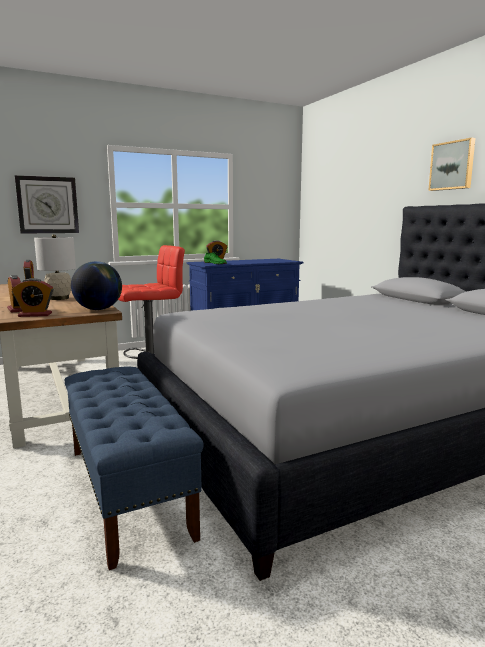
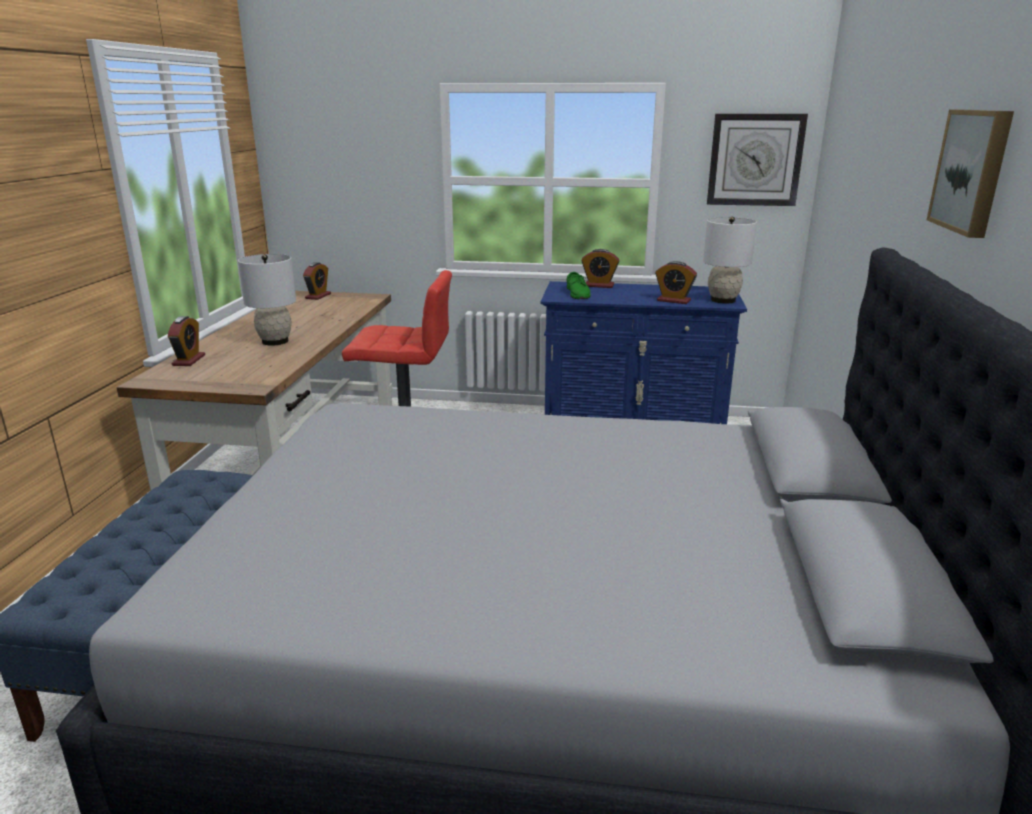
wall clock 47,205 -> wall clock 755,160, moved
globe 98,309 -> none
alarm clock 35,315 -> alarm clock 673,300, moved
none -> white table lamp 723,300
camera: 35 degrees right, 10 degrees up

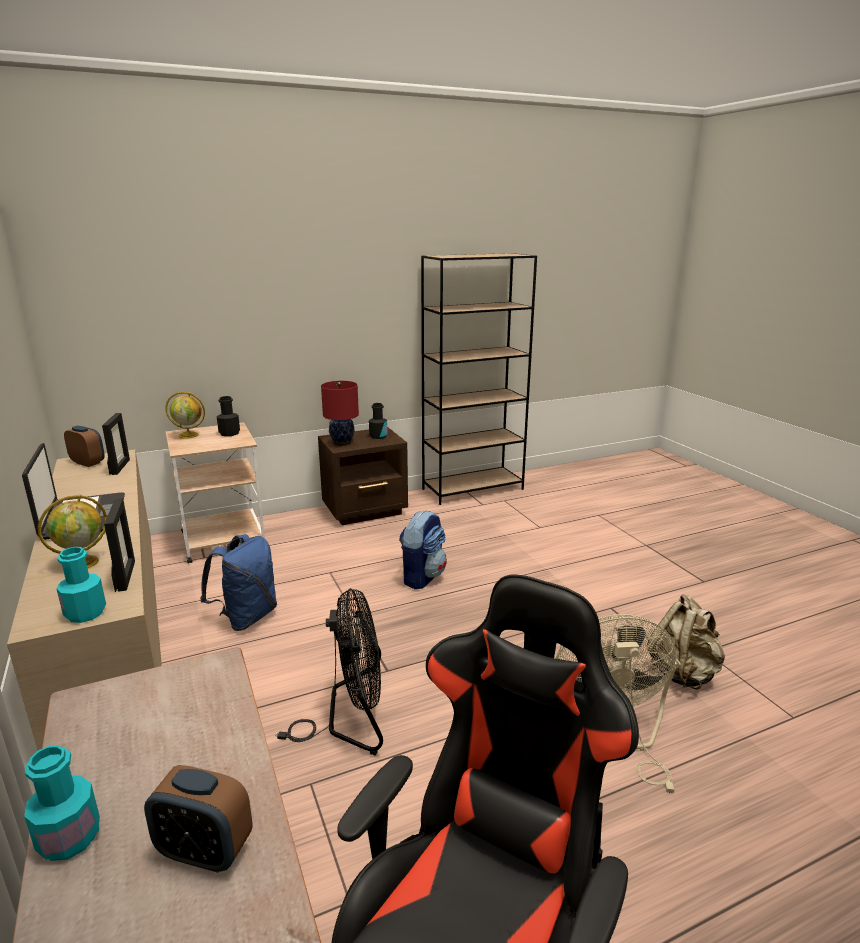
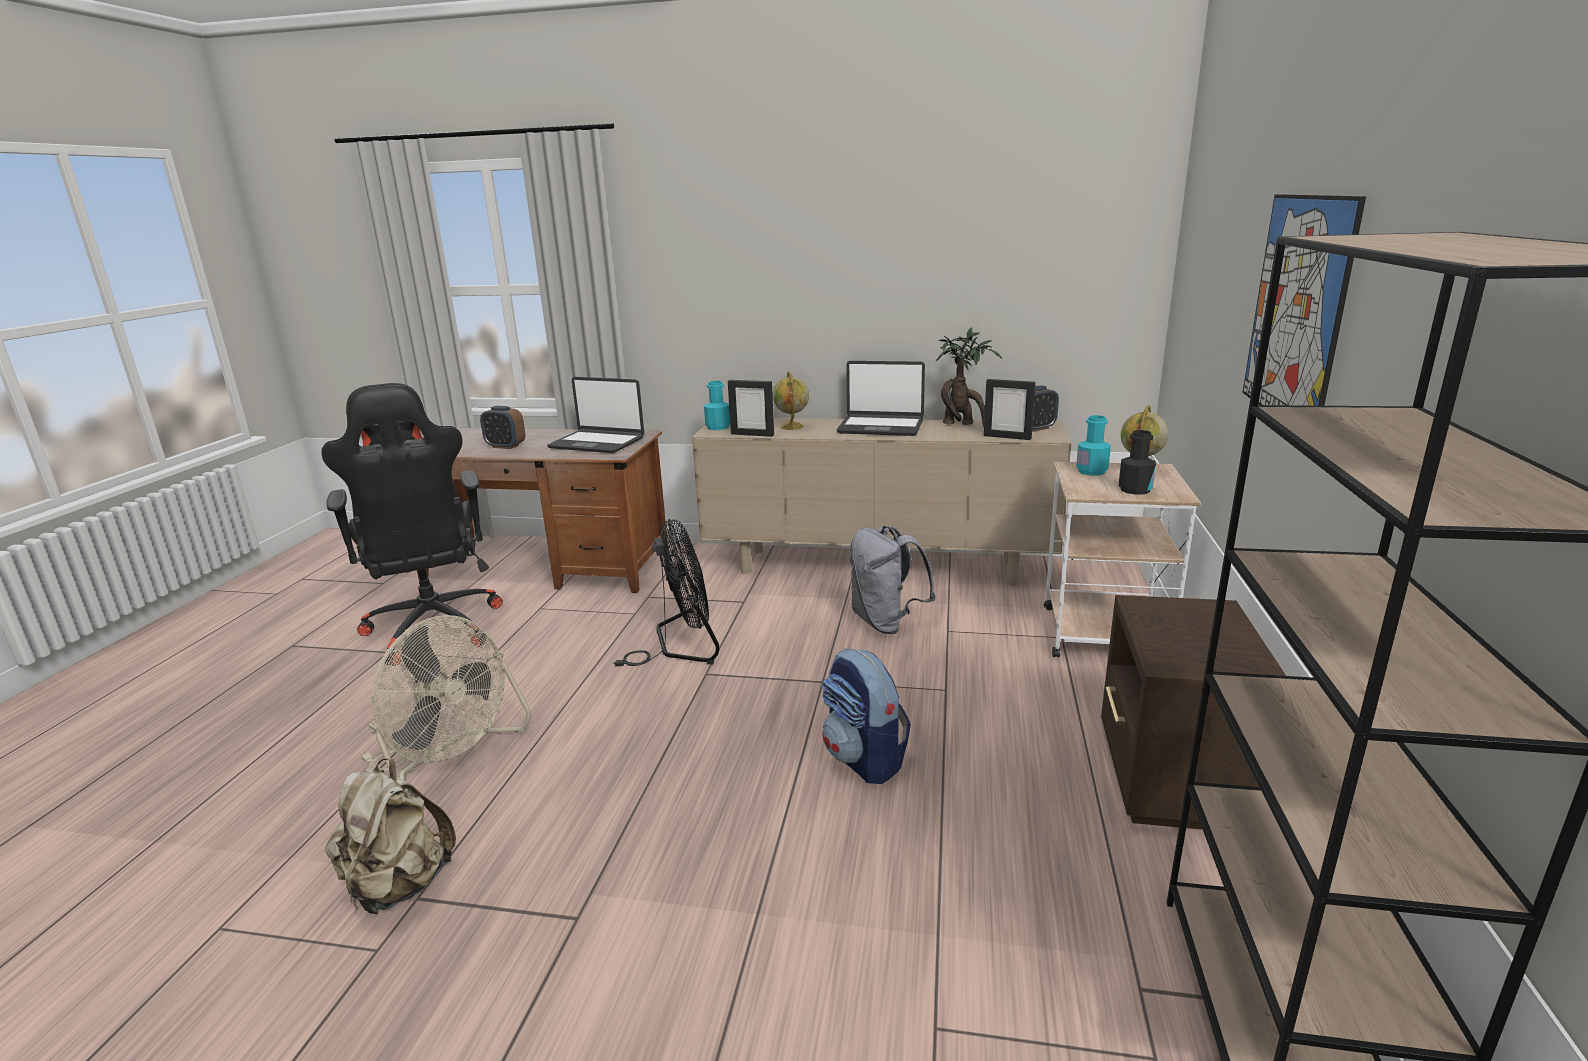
red table lamp 342,443 -> none
black bottle 378,436 -> none
blue backpack 246,617 -> grey backpack 886,623
black fan 349,713 -> black fan 678,642, 135 degrees counterclockwise
turquoise bottle 69,838 -> turquoise bottle 1091,471, moved
alarm clock 205,851 -> alarm clock 505,446, 120 degrees counterclockwise
none -> picture 1296,310
none -> potted plant 962,424
none -> laptop 597,443
camera: 125 degrees right, 0 degrees up

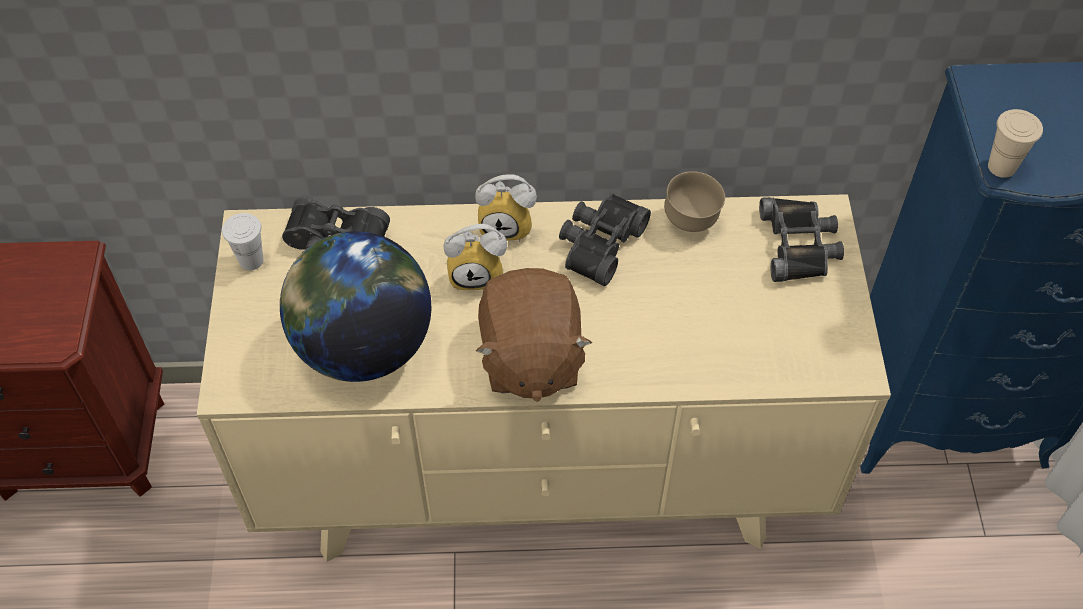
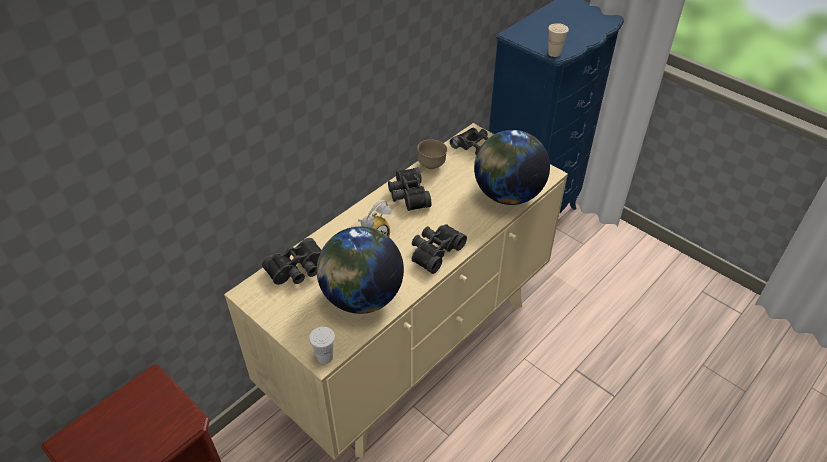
alarm clock 507,225 -> none
white cup 251,260 -> white cup 325,357, moved
brown plush toy 530,358 -> black binoculars 434,251
none -> globe 507,195
camera: 45 degrees left, 10 degrees down

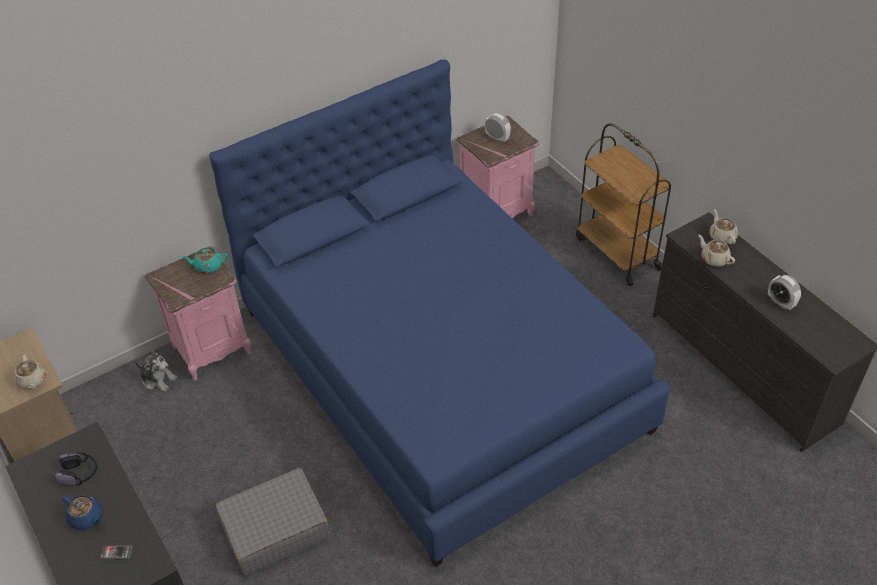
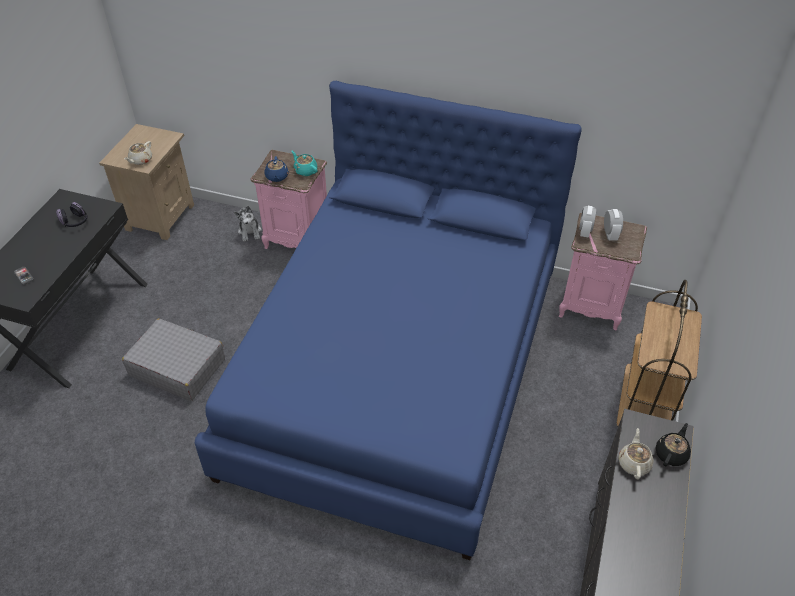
beige teapot 722,236 -> black teapot 671,454
alarm clock 780,302 -> alarm clock 584,231, moved
blue teapot 86,518 -> blue teapot 277,177, moved
camera: 50 degrees right, 0 degrees up

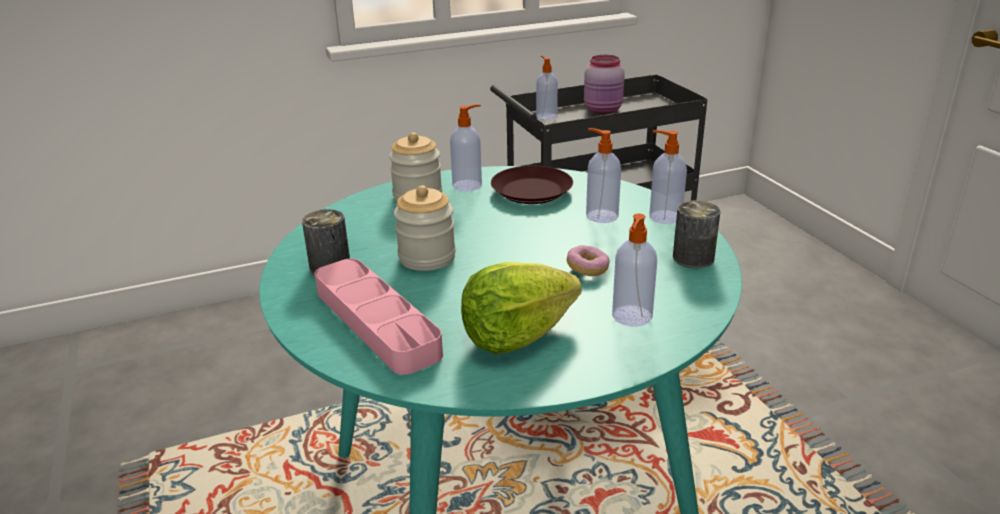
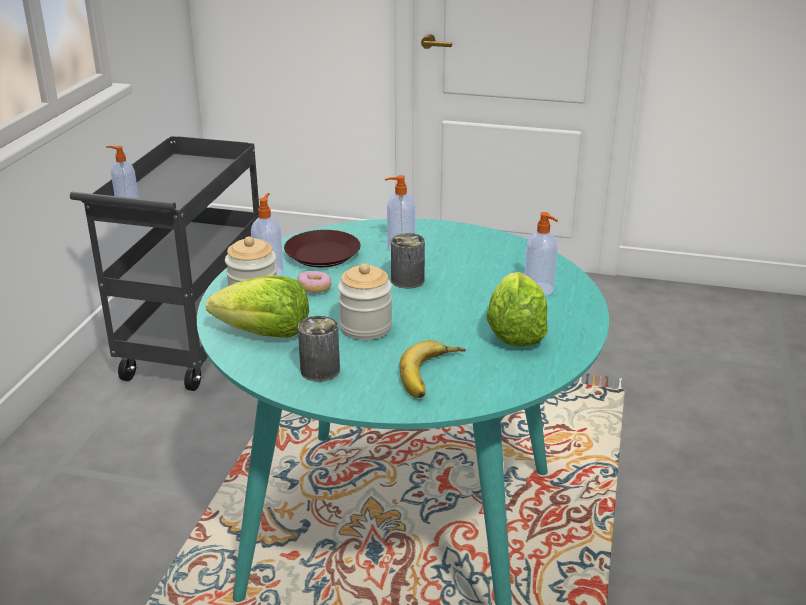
pink jar 604,110 -> none
soap dispenser 664,217 -> none
can 693,258 -> can 407,280, moved
donut 587,269 -> donut 314,288, moved
pink tray 376,322 -> banana 433,376
none -> lettuce 264,333
camera: 55 degrees left, 0 degrees up

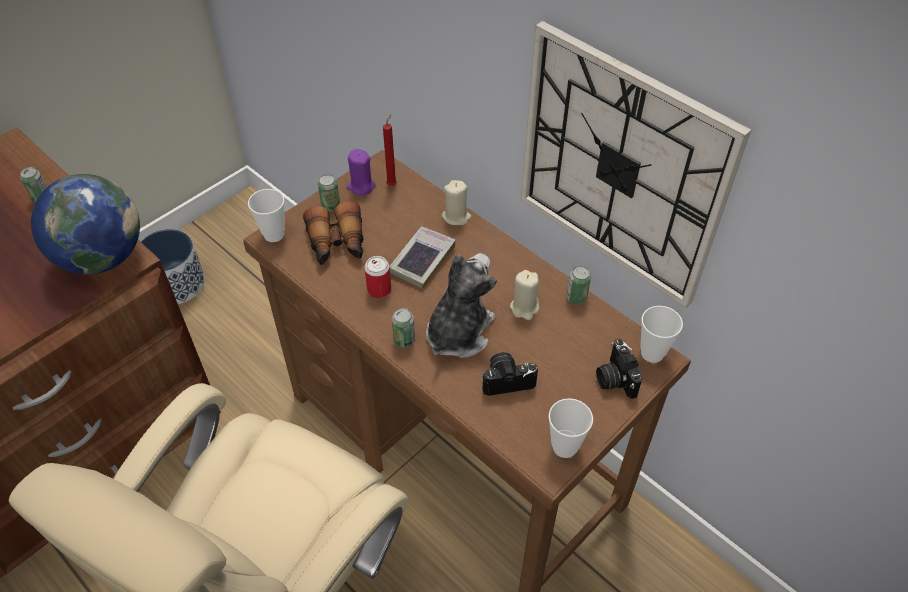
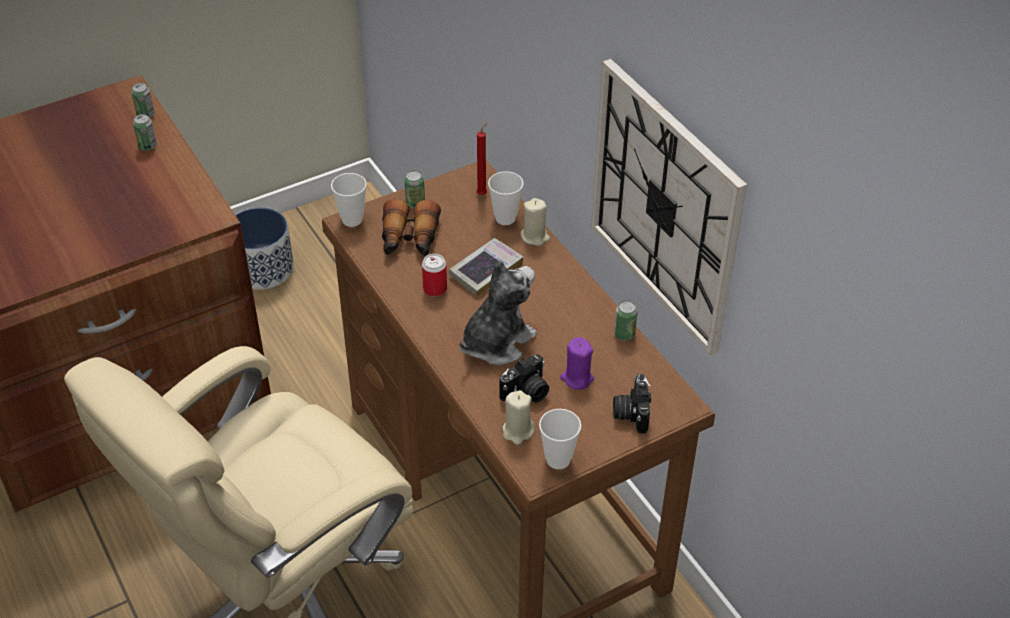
purple candle 361,186 -> purple candle 577,378, moved
globe 102,257 -> none
beige candle 524,308 -> beige candle 518,431, moved
cup 652,353 -> cup 505,218, moved
can 404,340 -> can 146,115, moved
photo camera 507,380 -> photo camera 526,392, 135 degrees clockwise
camera: 15 degrees right, 5 degrees down

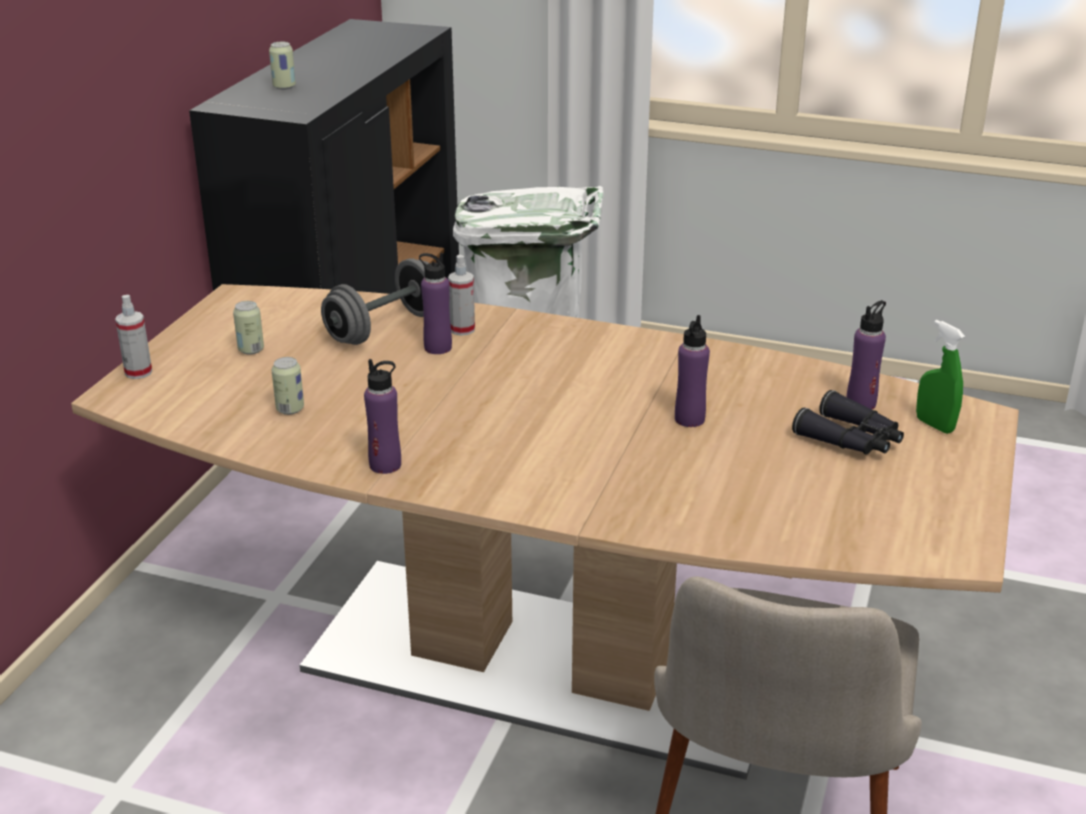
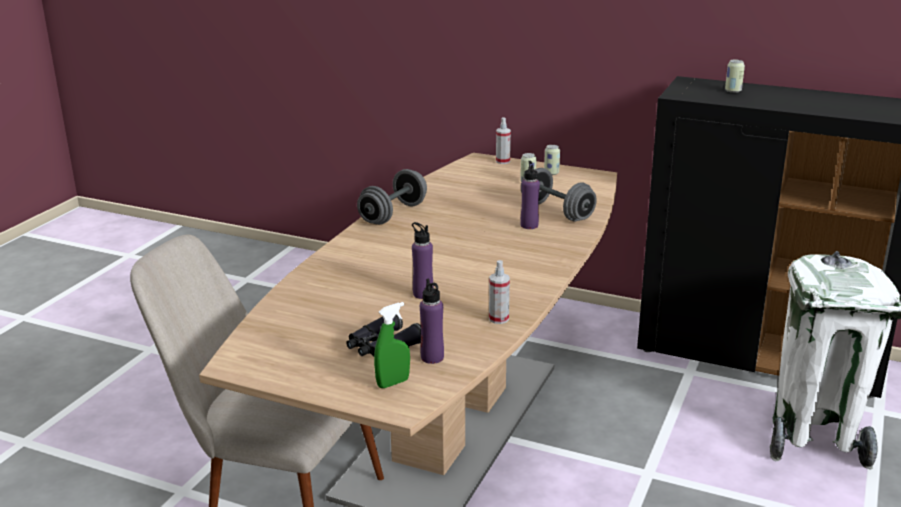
spray bottle 462,329 -> spray bottle 498,319, moved
can 290,409 -> can 551,173, moved
purple bottle 385,465 -> grey dumbbell 393,214
camera: 95 degrees right, 5 degrees down

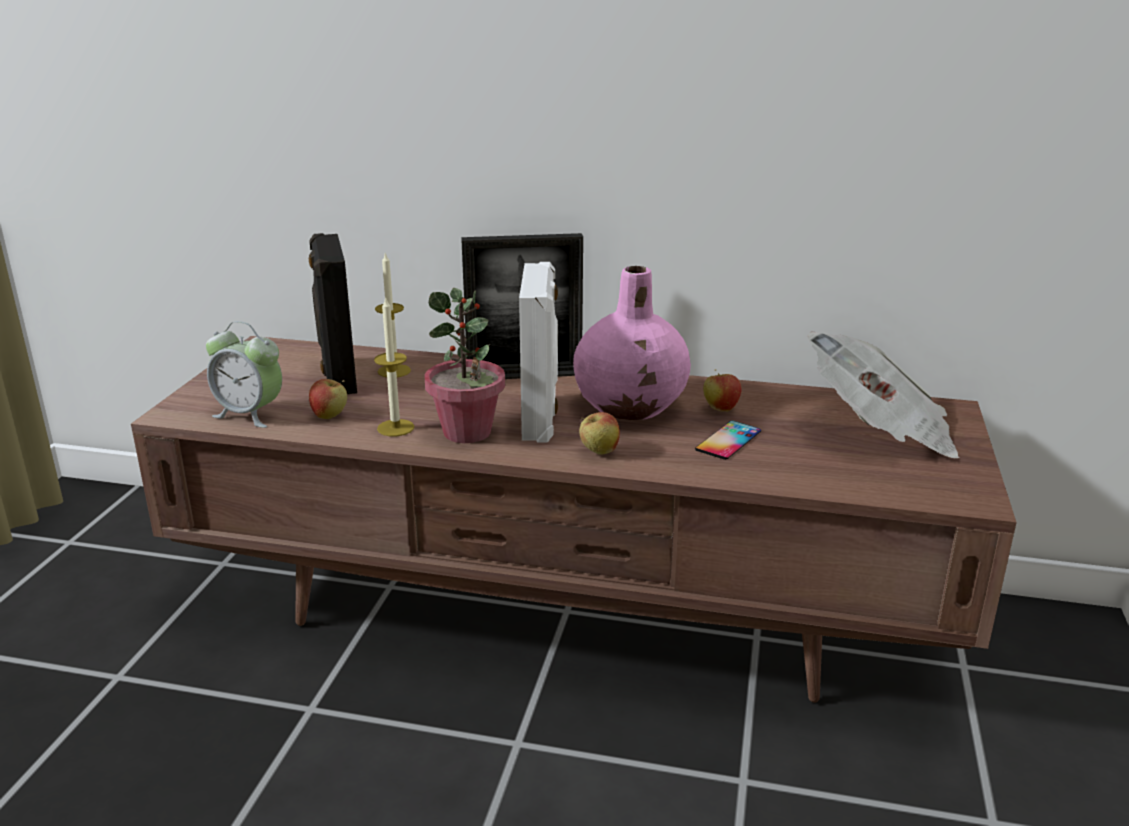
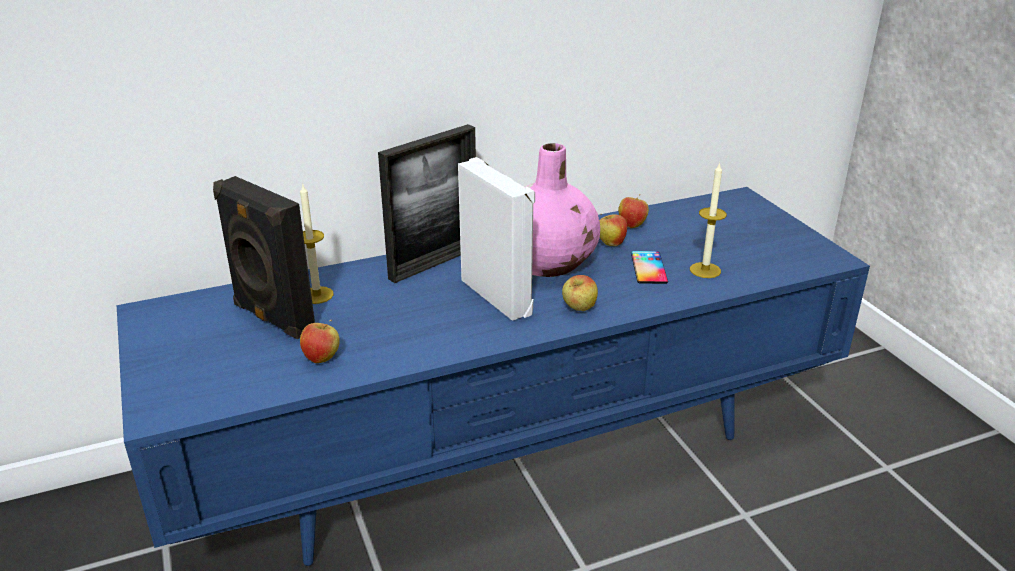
potted plant 467,432 -> none
candle 395,428 -> candle 705,270, moved
alarm clock 250,414 -> none
newspaper 880,432 -> none
brown tv stand 565,606 -> blue tv stand 506,446
none -> apple 632,225
camera: 35 degrees left, 5 degrees up

